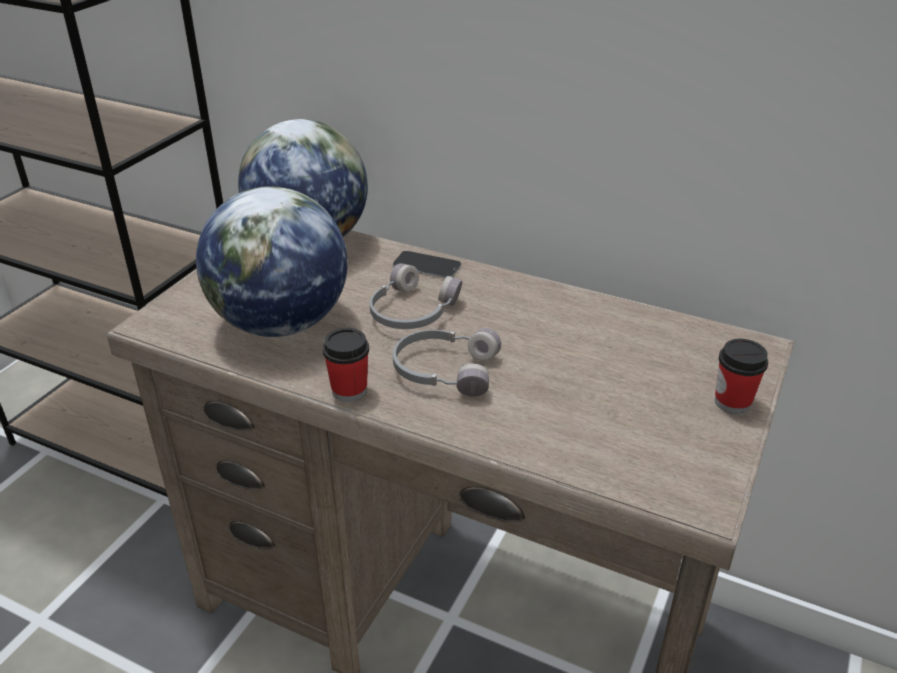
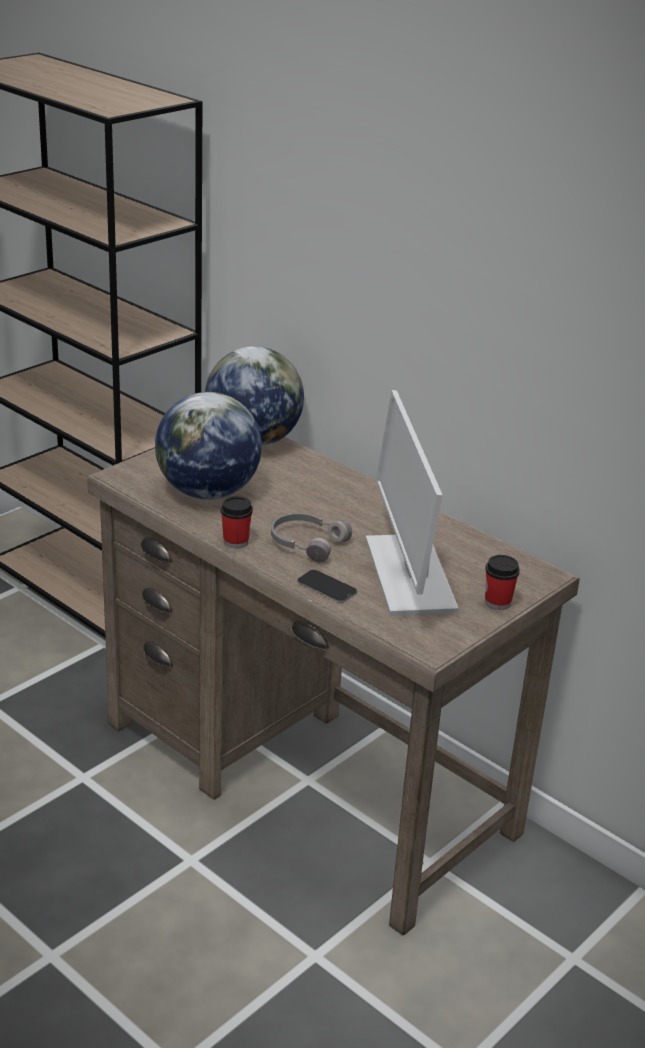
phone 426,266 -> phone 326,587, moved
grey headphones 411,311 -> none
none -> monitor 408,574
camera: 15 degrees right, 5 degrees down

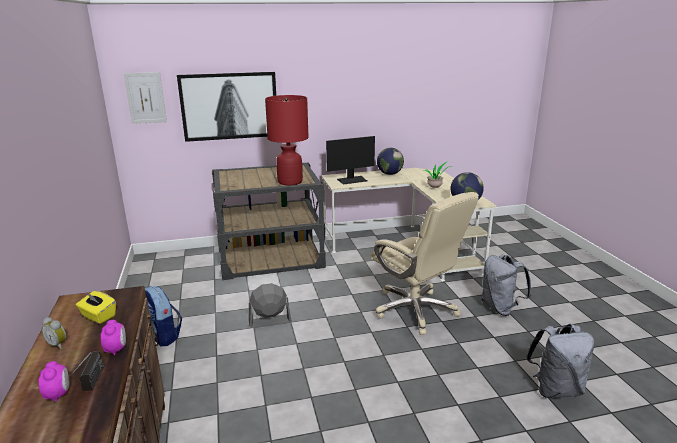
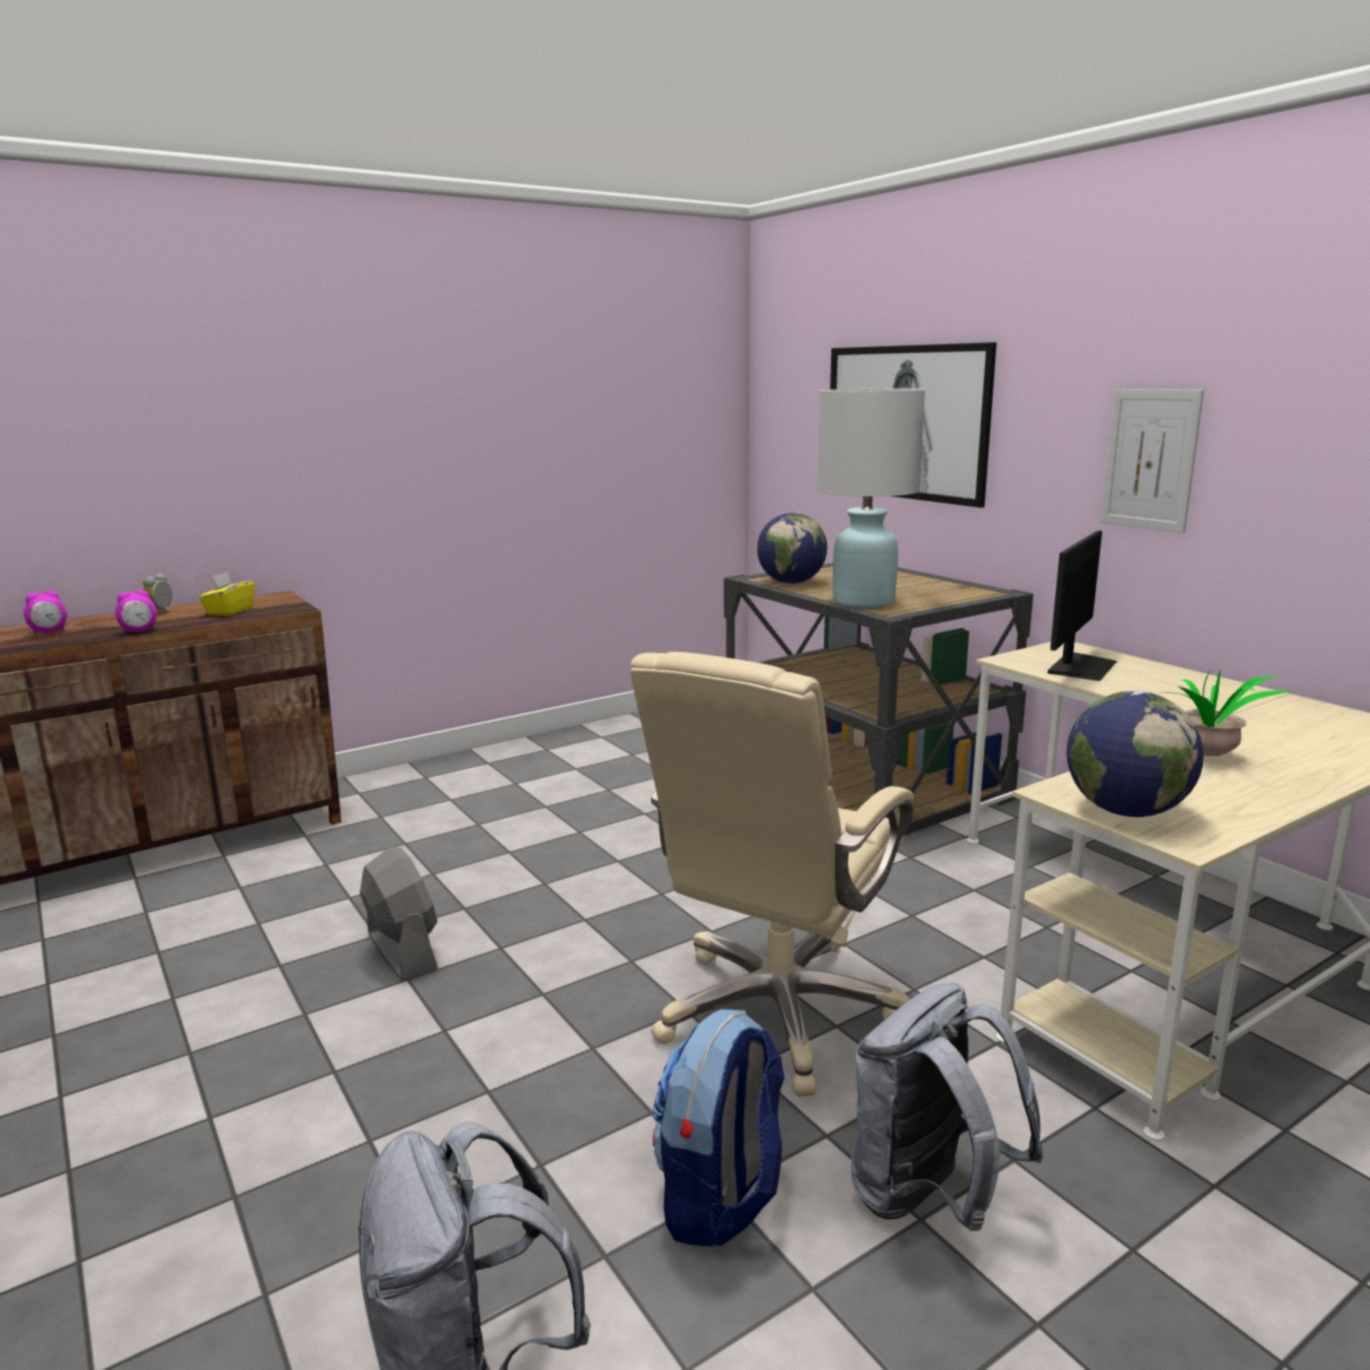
picture 145,98 -> picture 1150,459, moved
red table lamp 290,182 -> white table lamp 863,602
monitor 352,180 -> monitor 1080,666, 105 degrees counterclockwise
globe 389,174 -> globe 791,583, moved
grey fan 270,321 -> grey fan 402,951, moved
backpack 162,336 -> backpack 720,1198, moved
radio 91,384 -> none
camera: 70 degrees right, 5 degrees down

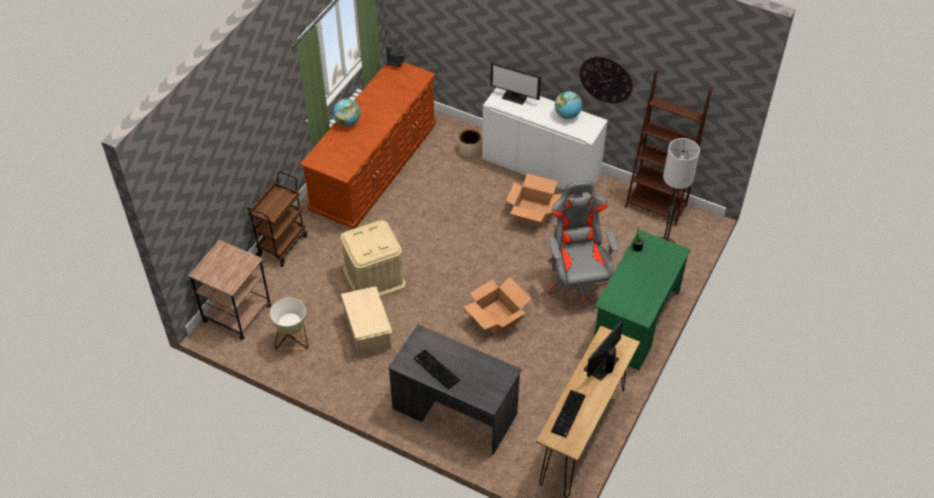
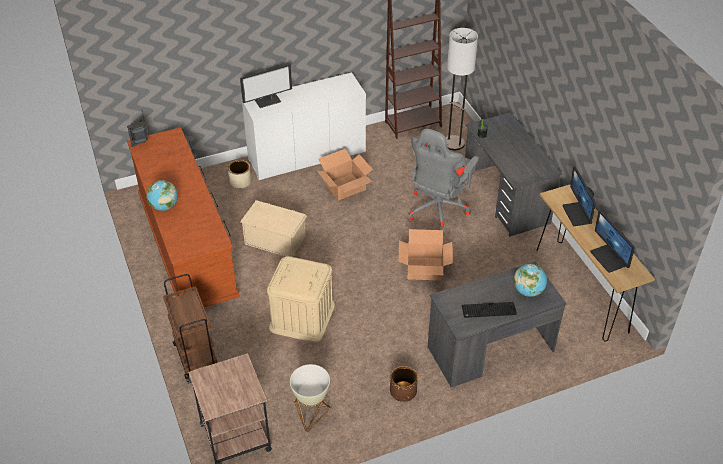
wall clock 606,79 -> none
globe 567,115 -> globe 528,291, moved
grey office chair 577,284 -> grey office chair 440,206, 90 degrees counterclockwise
green desk 636,321 -> grey desk 505,198
beige storage box 368,331 -> beige storage box 275,239, moved
keyboard 569,414 -> monitor 608,258
none -> brown planter 403,391
camera: 50 degrees left, 5 degrees down

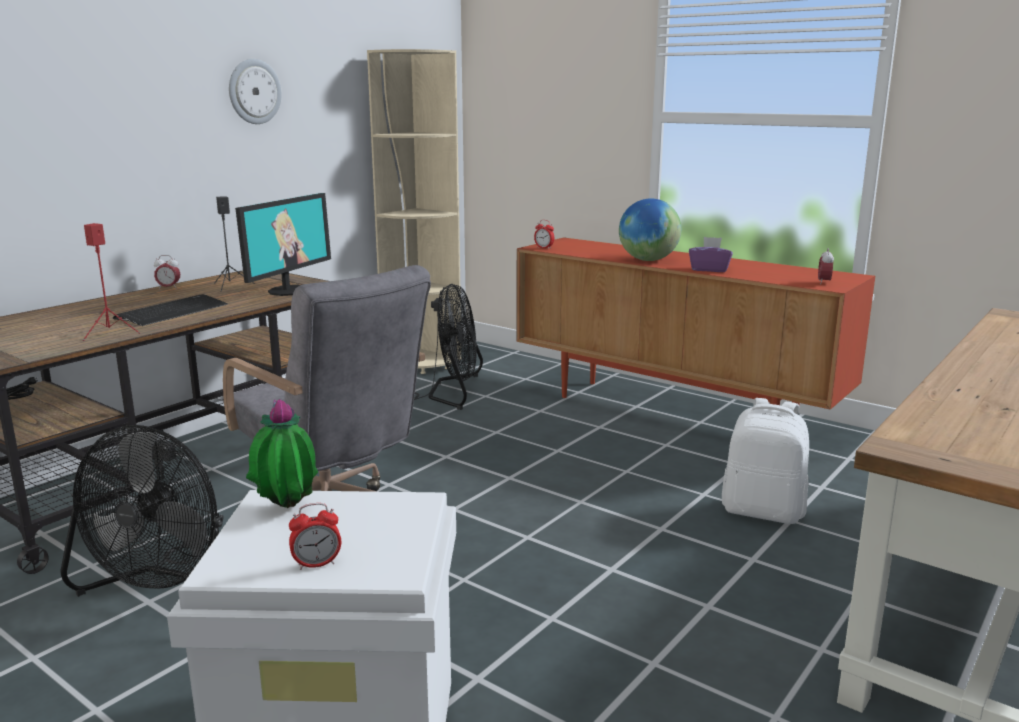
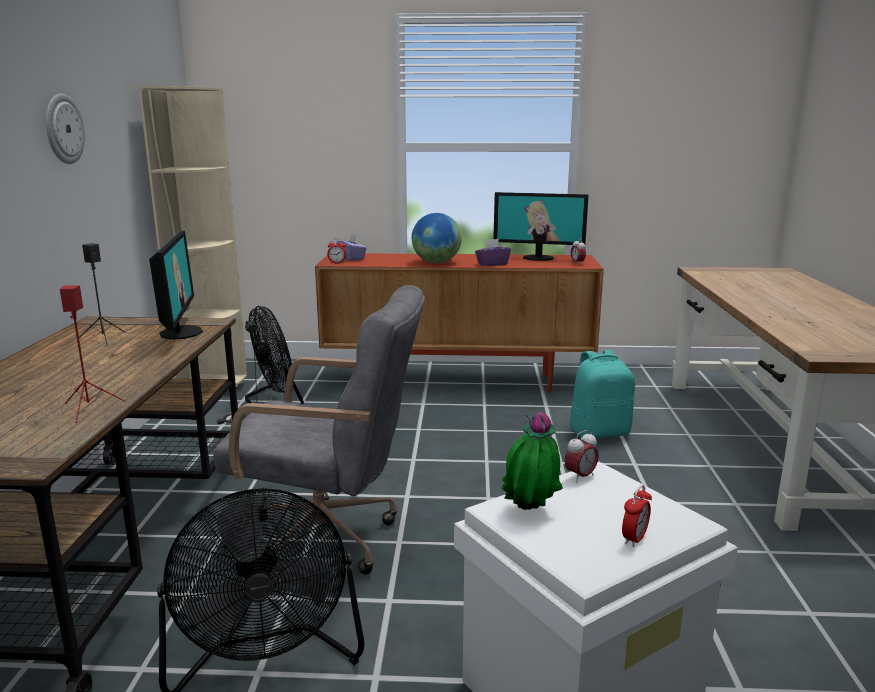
alarm clock 168,288 -> alarm clock 580,477, moved
keyboard 172,312 -> none
white backpack 763,511 -> turquoise backpack 599,432
none -> monitor 538,258
none -> purple tissue box 352,258
camera: 35 degrees left, 0 degrees up

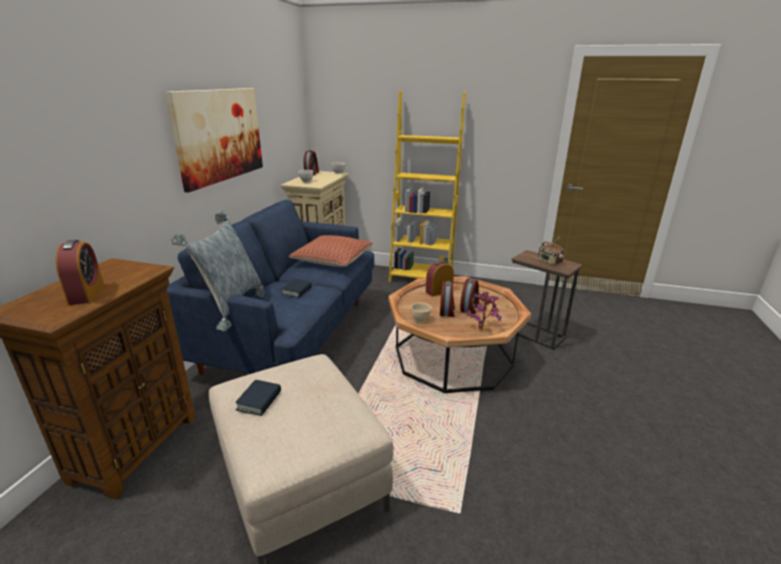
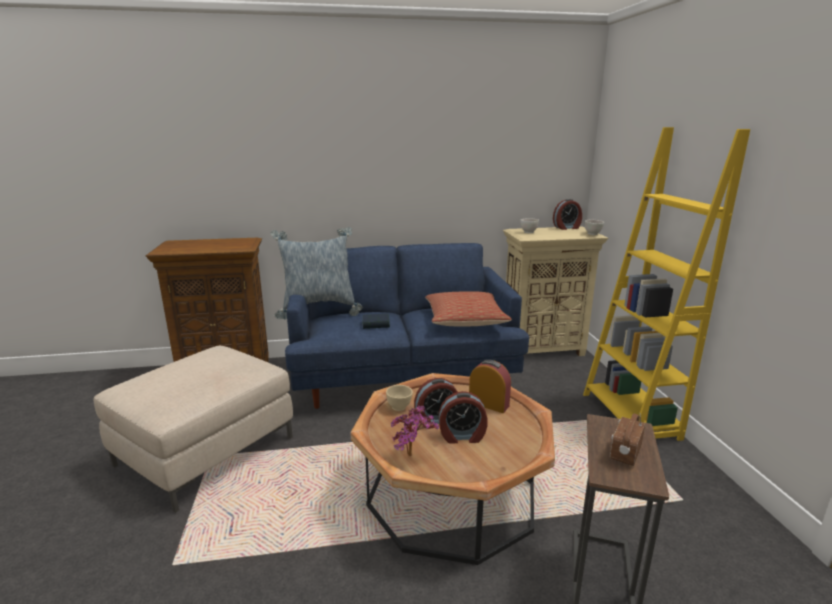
picture 219,135 -> none
alarm clock 86,293 -> none
book 259,401 -> none
camera: 65 degrees right, 5 degrees down

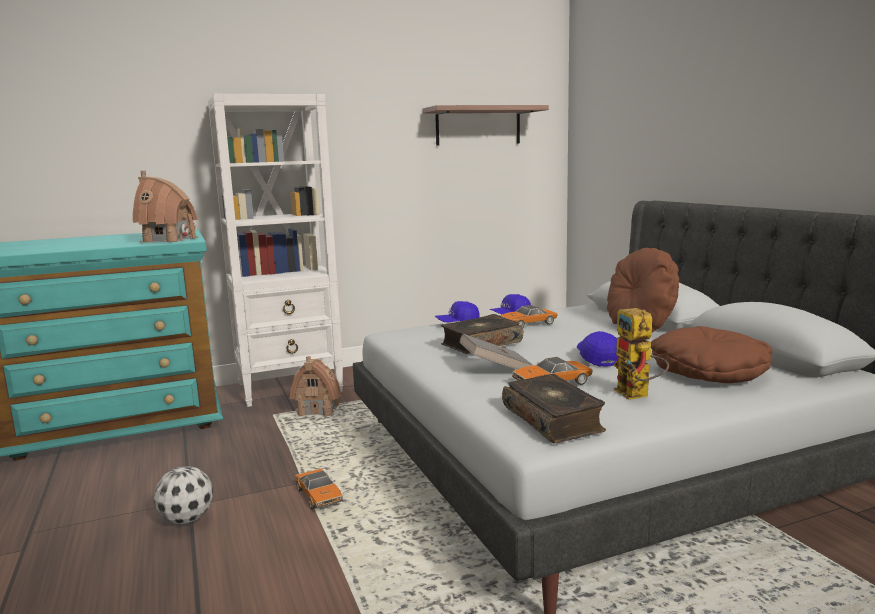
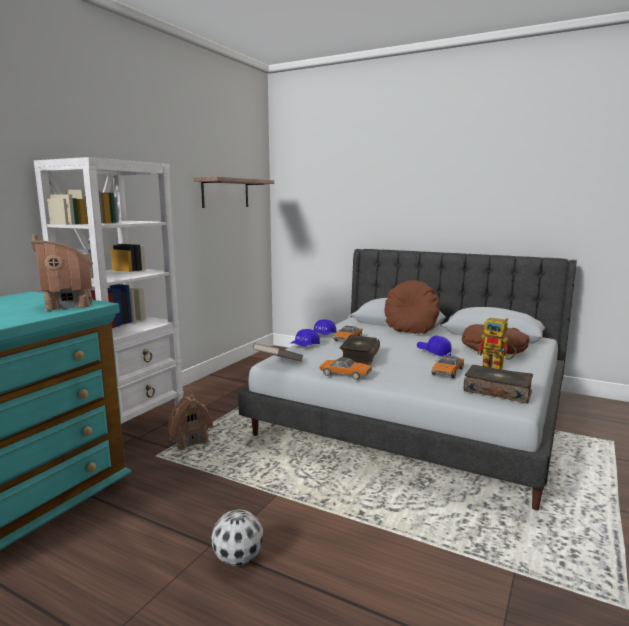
grey book 495,369 -> grey book 278,363, moved
toy car 319,496 -> toy car 345,374, moved
camera: 40 degrees left, 0 degrees up

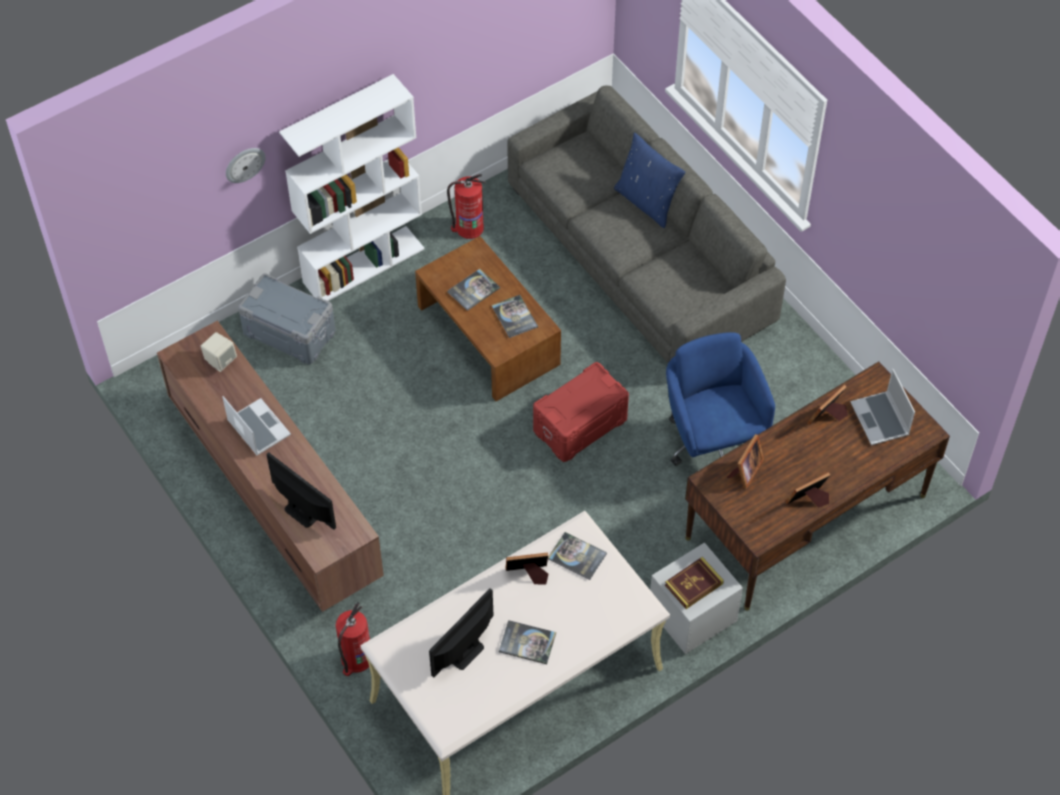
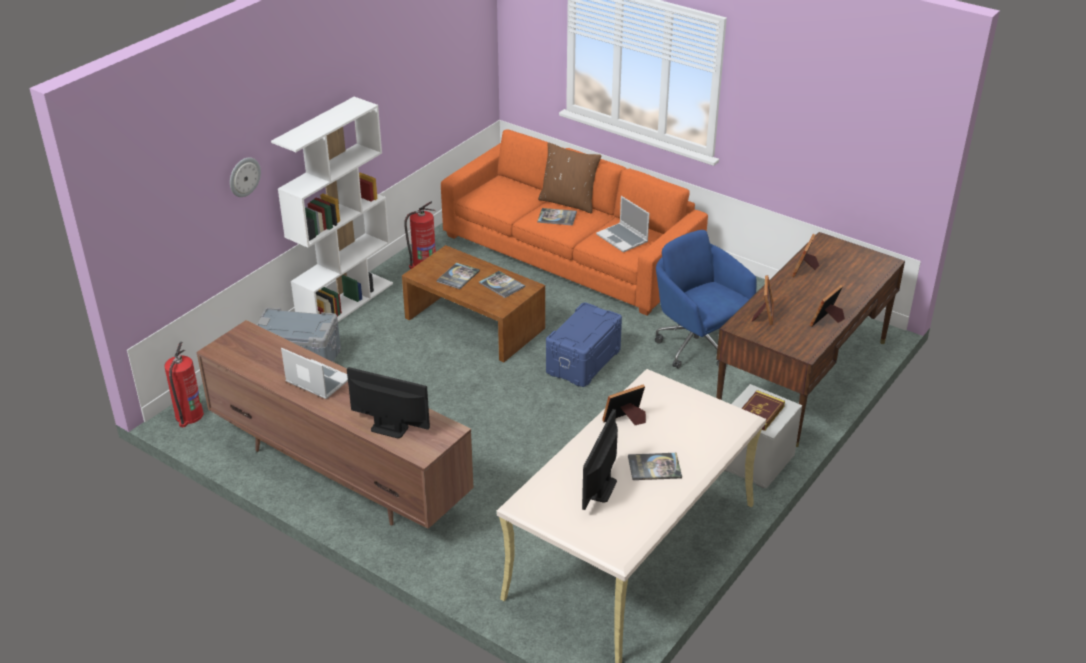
grey sofa 640,254 -> orange sofa 571,252
blue pillow 647,202 -> brown pillow 569,202
beige speaker 220,361 -> none
red storage box 580,425 -> blue storage box 584,361
laptop 880,420 -> laptop 623,239, moved
book 577,556 -> book 557,217, moved
fire extinguisher 356,659 -> fire extinguisher 188,416, moved
camera: 20 degrees left, 20 degrees down

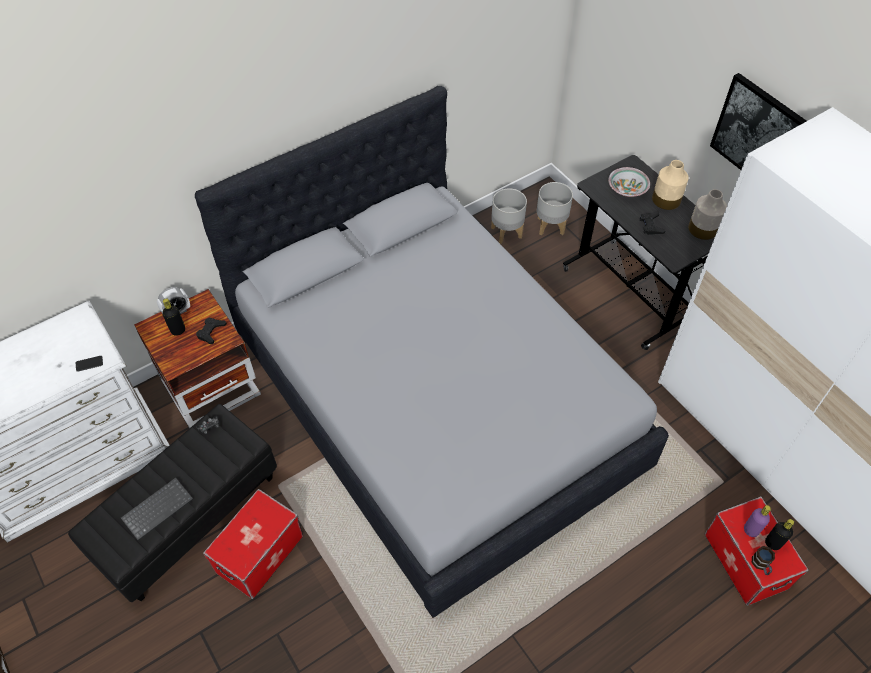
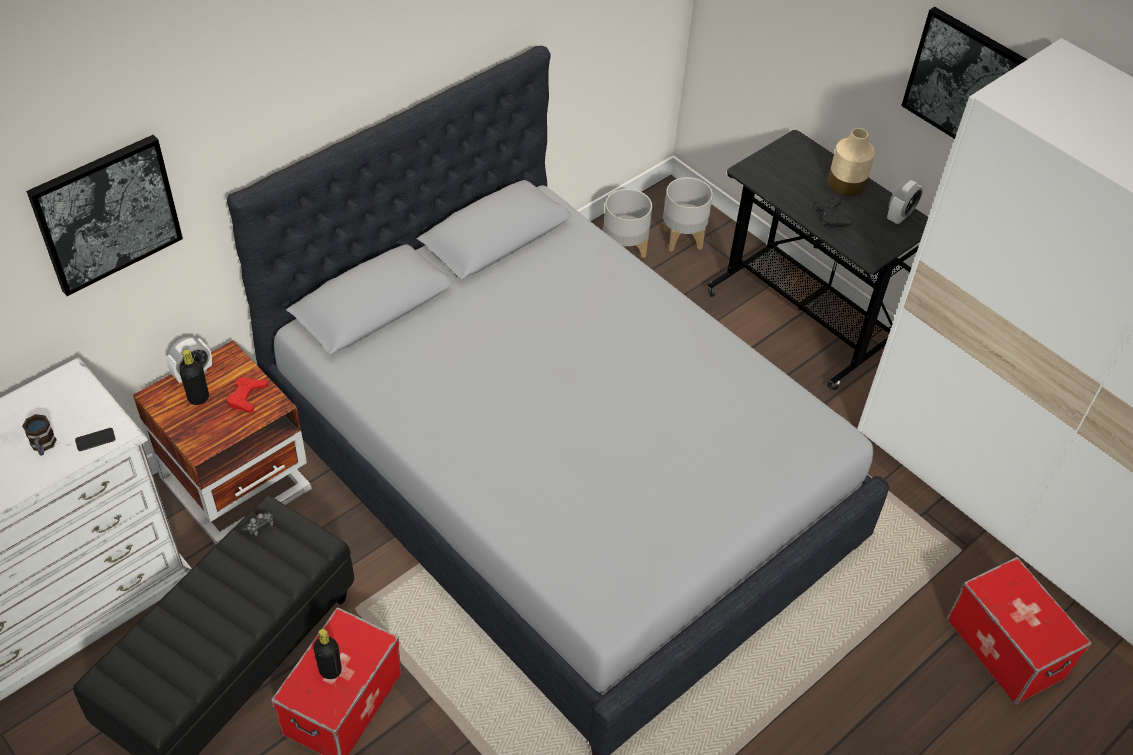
bowl 627,190 -> none
beige vase 703,228 -> alarm clock 899,216
black game controller 211,332 -> red game controller 247,397
keyboard 158,508 -> none
purple bottle 750,530 -> none
black bottle 772,543 -> black bottle 330,670, moved
mug 761,565 -> mug 43,446, moved
none -> picture 106,213
camera: 10 degrees left, 5 degrees down

